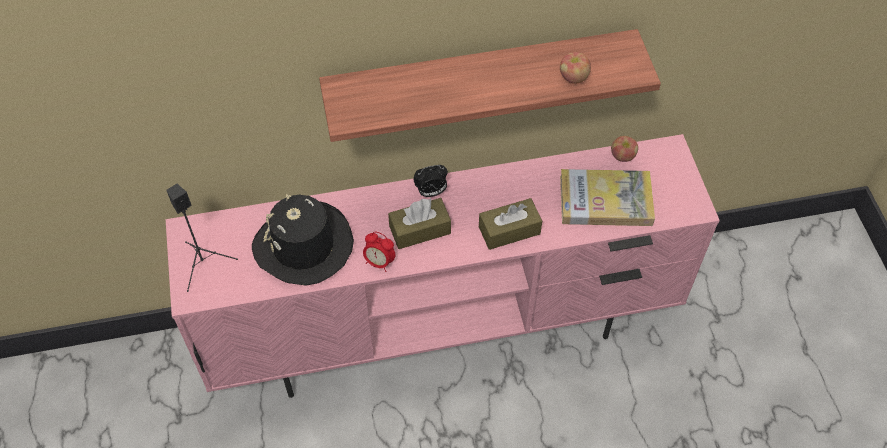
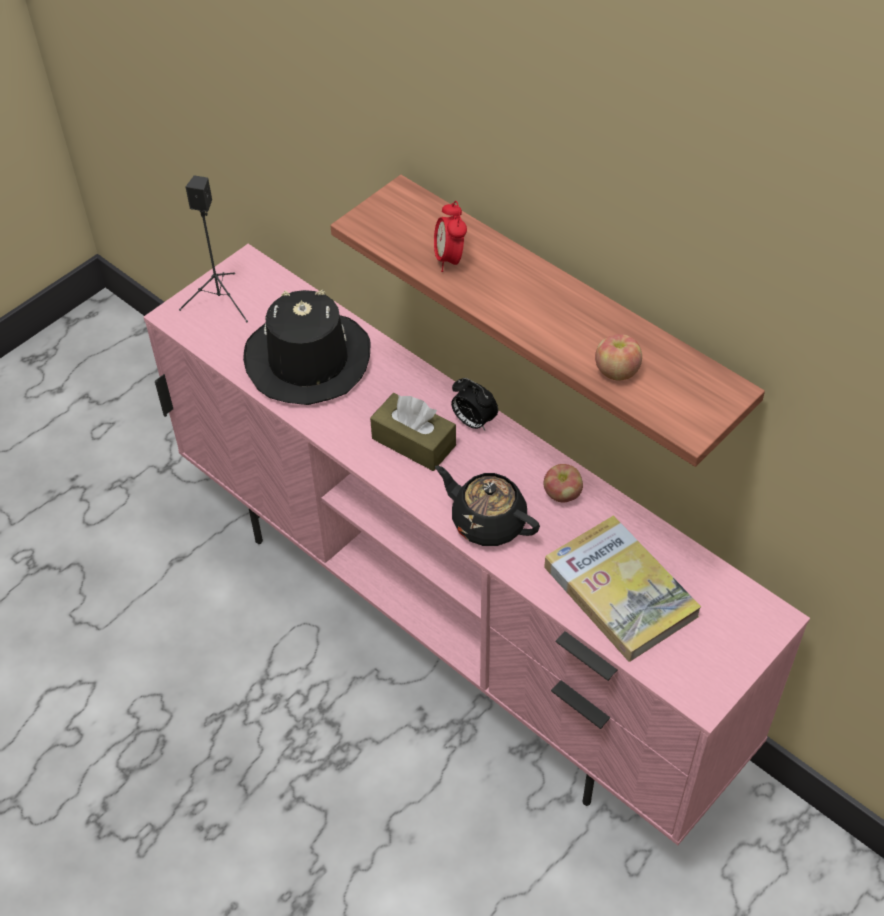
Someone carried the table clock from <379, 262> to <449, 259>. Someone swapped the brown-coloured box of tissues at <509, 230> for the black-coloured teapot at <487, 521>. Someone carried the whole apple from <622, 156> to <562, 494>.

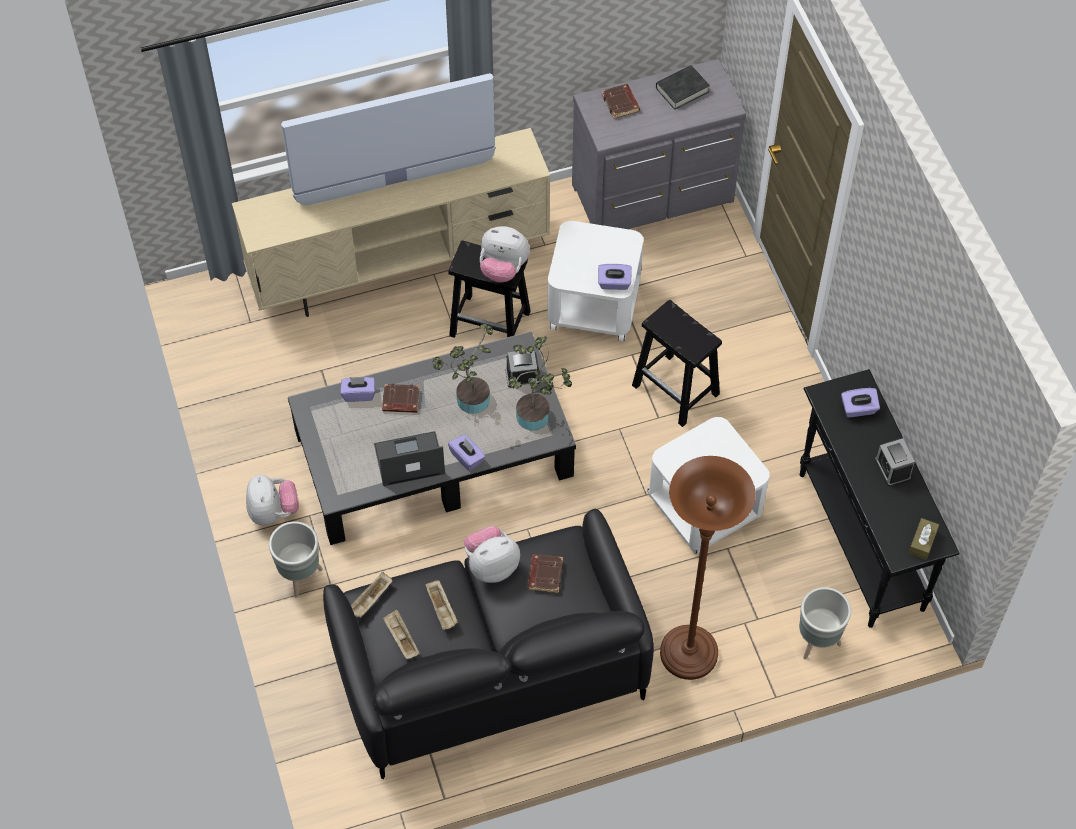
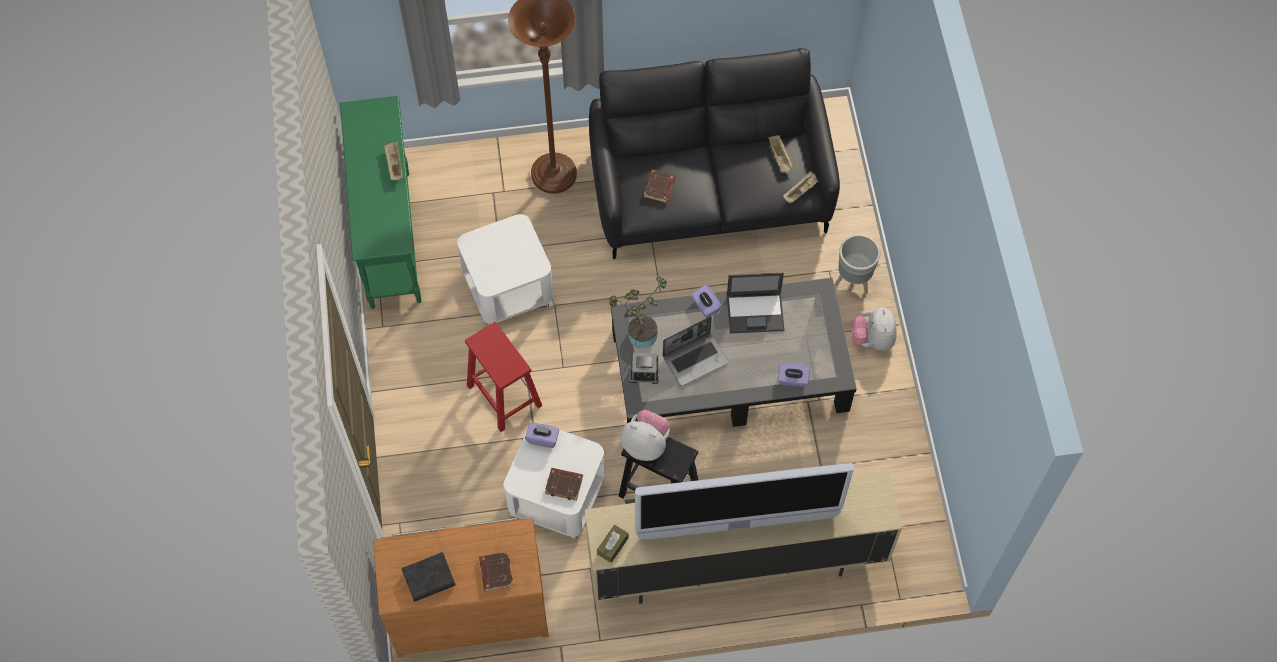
Someone repainted the black-coloured narrow table at <860, 542>, which became the green-coloured narrow table at <390, 239>. Someone repainted the grey dresser at <655, 196>, which became the brown-coloured dresser at <468, 607>. Someone carried the beige-coloured serving tray from <442, 609> to <394, 164>. Someone repainted the black-coloured stool seat at <677, 390>, which became the red-coloured stool seat at <503, 395>. Someone carried the brown-coloured bound book from <400, 401> to <564, 485>. Someone carried the brown-coloured box of tissues from <922, 542> to <612, 546>. Someone swapped the potted plant at <469, 400> for the portable computer at <695, 358>. Someone took away the soft toy at <491, 565>. Someone took away the grey plant pot at <817, 641>. Someone took away the purplish box of tissues at <858, 409>. Someone took away the table clock at <892, 469>.

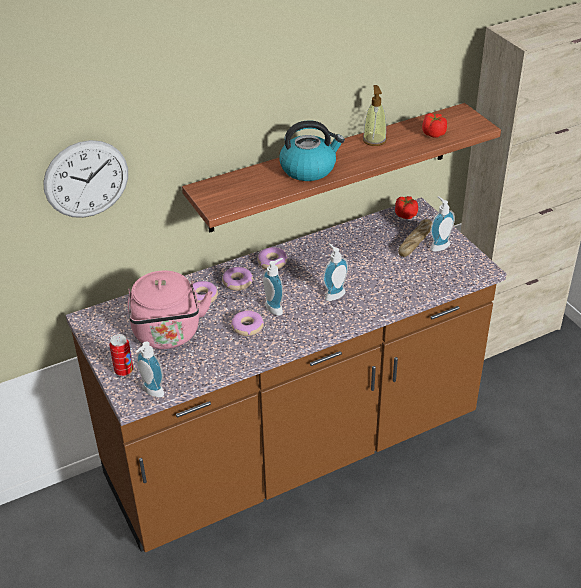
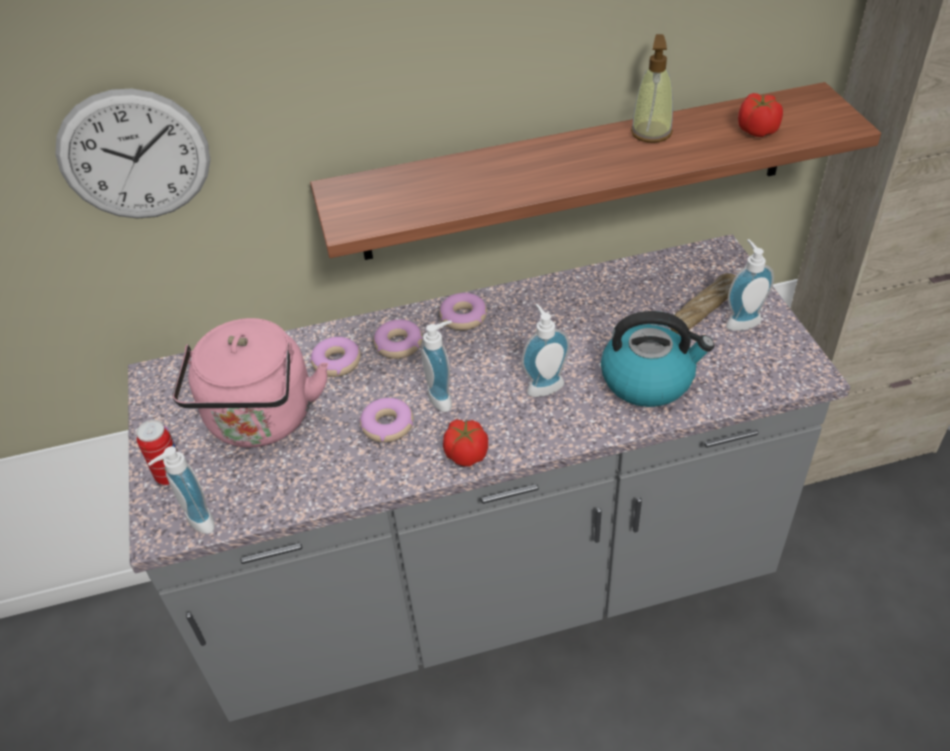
Someone repainted the brown-coloured kitchen base unit at <293, 452>, which became the grey kitchen base unit at <491, 588>. Someone carried the tomato from <405, 215> to <466, 453>. Someone carried the tea kettle from <309, 168> to <648, 380>.

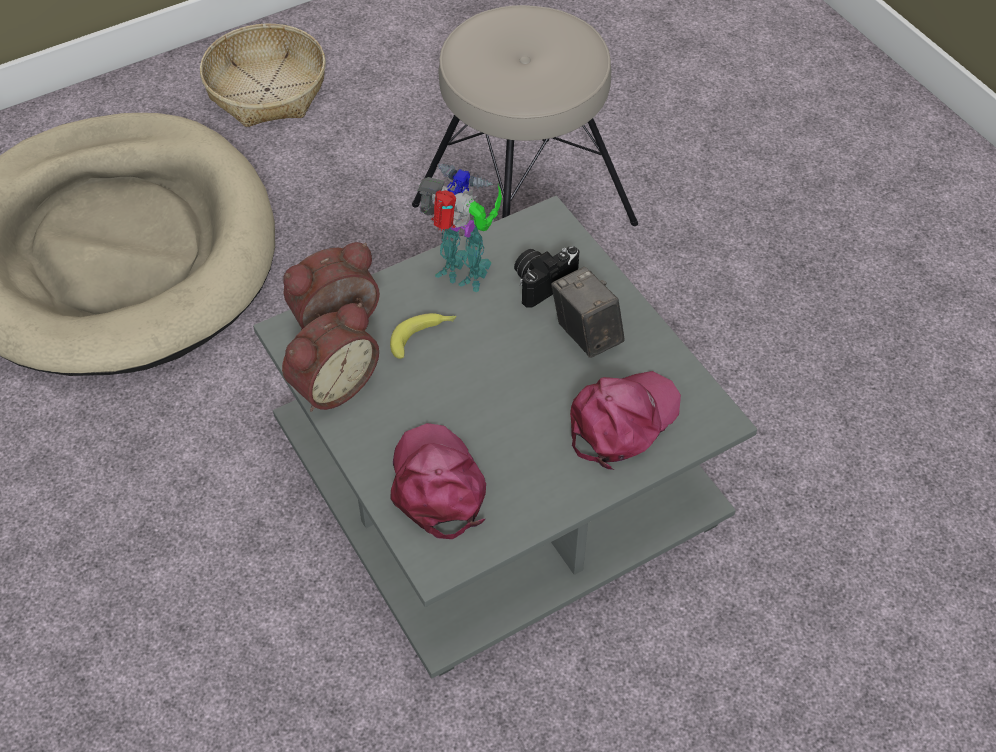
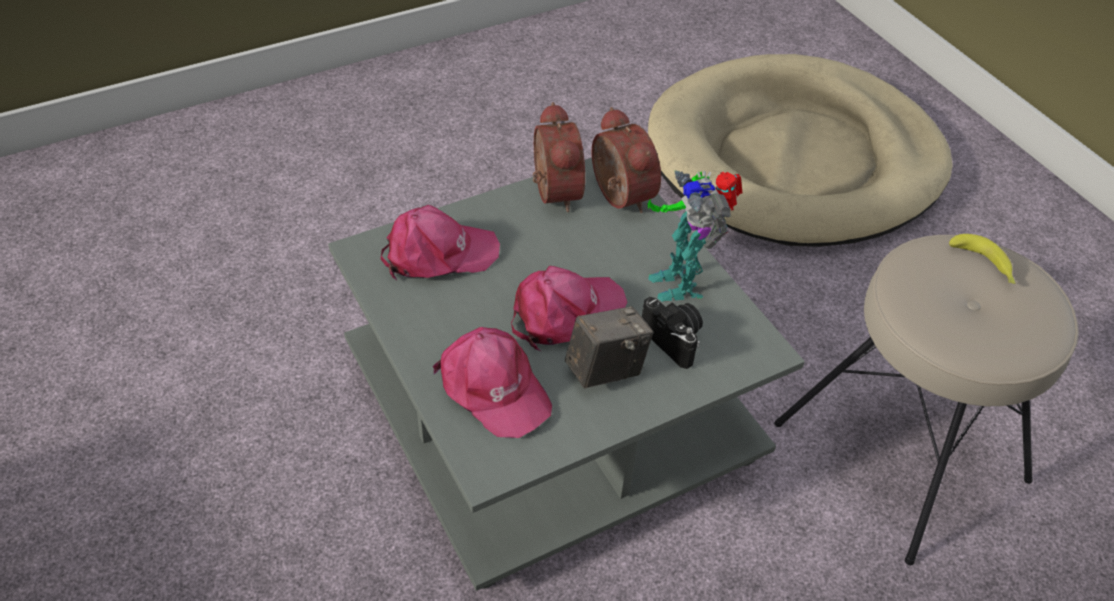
Someone put down the pinkish cap at <565, 313>. Someone rotated the table clock at <331, 384> by 150 degrees counterclockwise. Someone rotated the model robot at <464, 276> by 135 degrees clockwise. Someone carried the banana fruit from <423, 337> to <984, 265>. Someone took away the storage basket at <267, 89>.

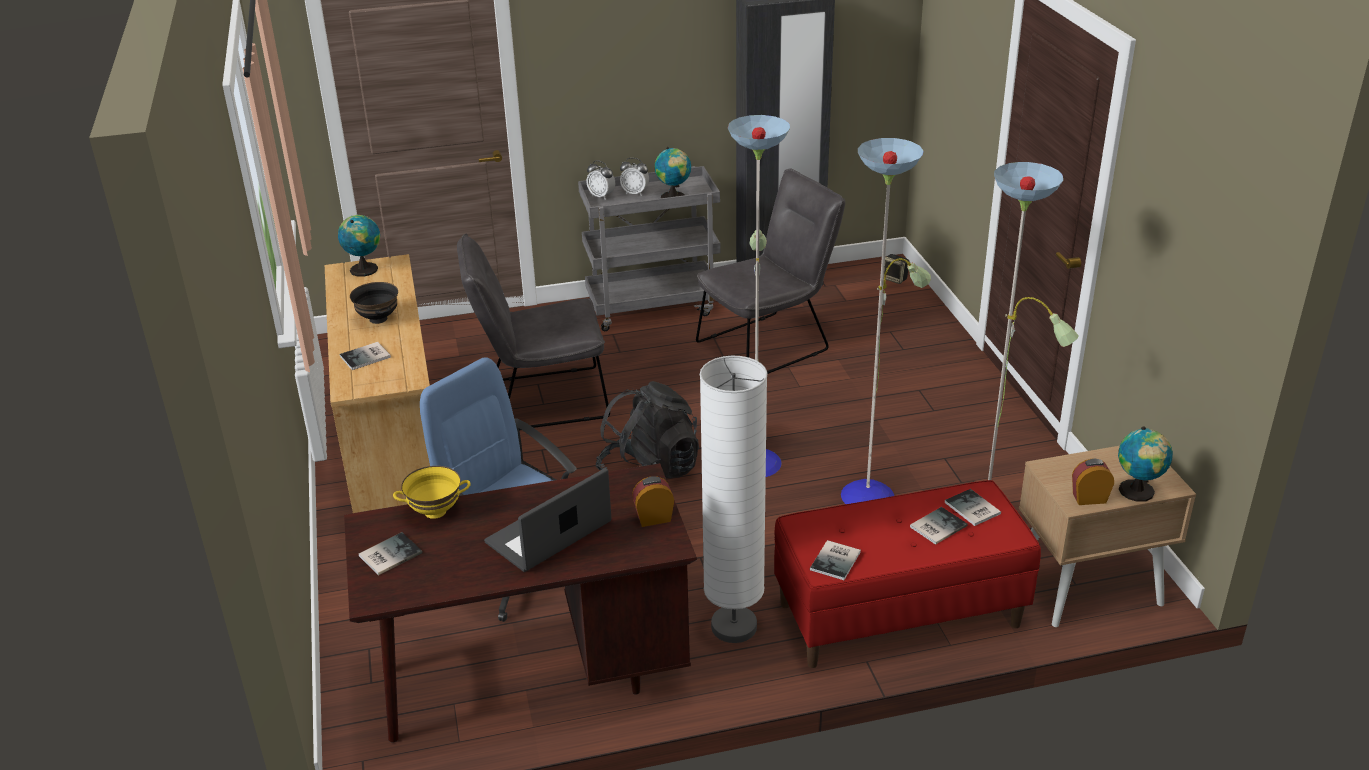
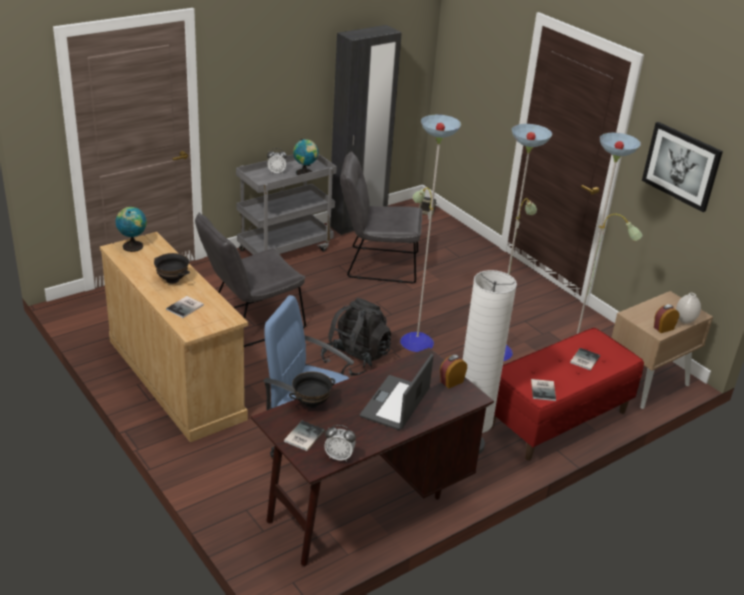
Someone repainted the yellowish bowl at <435, 512>, which became the black-coloured bowl at <311, 403>. Someone carried the table clock from <601, 196> to <339, 456>. Someone rotated the grey plain chair at <769, 344> by 120 degrees counterclockwise. Someone put up the wall picture at <681, 166>. Someone swapped the world globe at <1138, 492> for the whitish decorative vase at <685, 321>. Someone took away the bound book at <972, 509>.

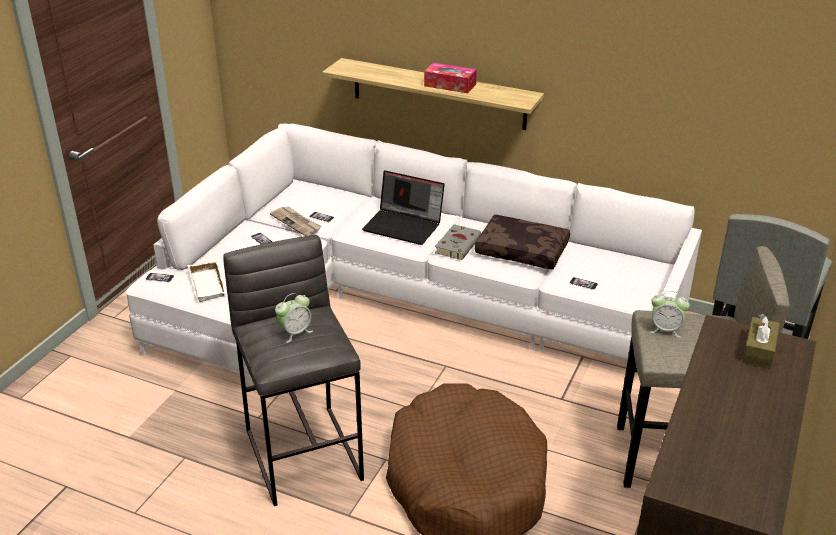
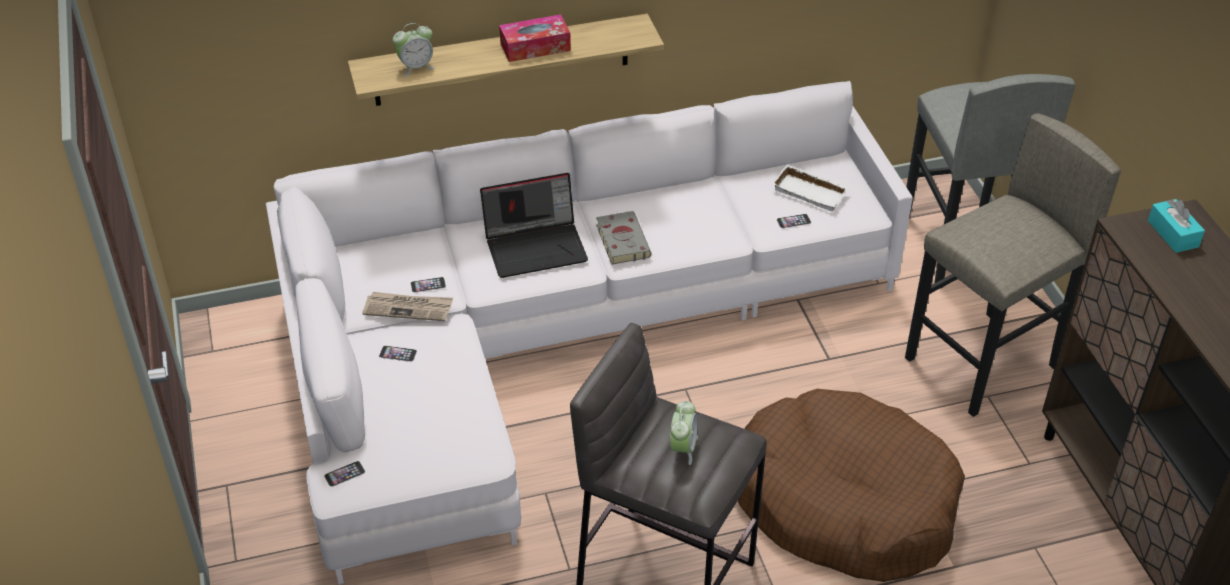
Someone carried the table clock from <665, 330> to <416, 67>. Someone carried the whitish serving tray from <210, 285> to <811, 192>. Someone repainted the brown-coloured box of tissues at <759, 351>, which became the turquoise-coloured box of tissues at <1173, 234>. Someone took away the brown-coloured pillow at <523, 250>.

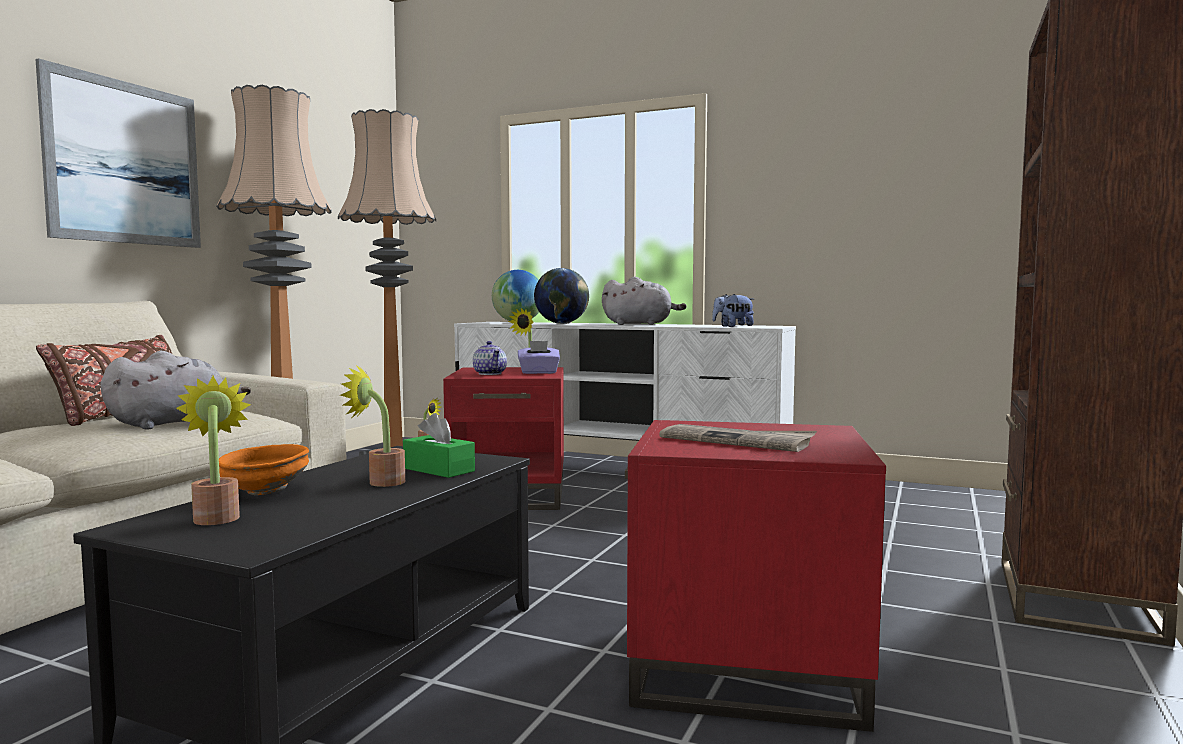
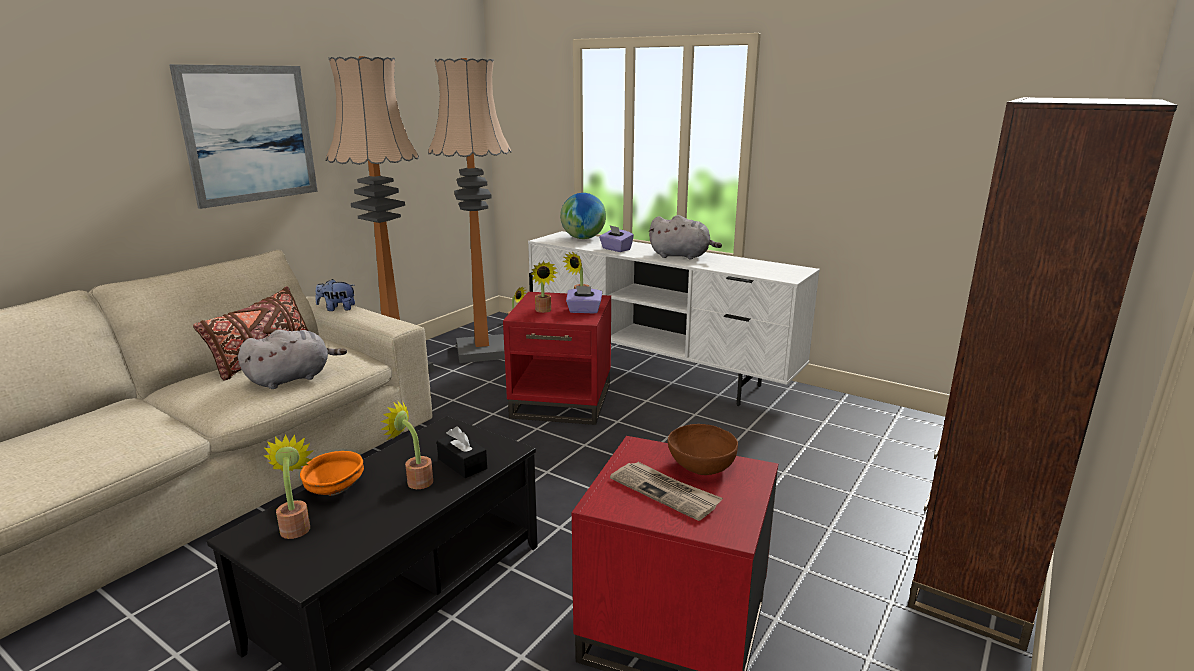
Someone carried the soft toy from <733, 326> to <337, 309>. Someone repainted the green-coloured box of tissues at <439, 470>, which became the black-coloured box of tissues at <462, 464>. Someone swapped the teapot at <490, 373> for the potted plant at <543, 311>. Someone swapped the world globe at <561, 324> for the purplish box of tissues at <616, 249>. Someone put down the brown-coloured bowl at <700, 466>.

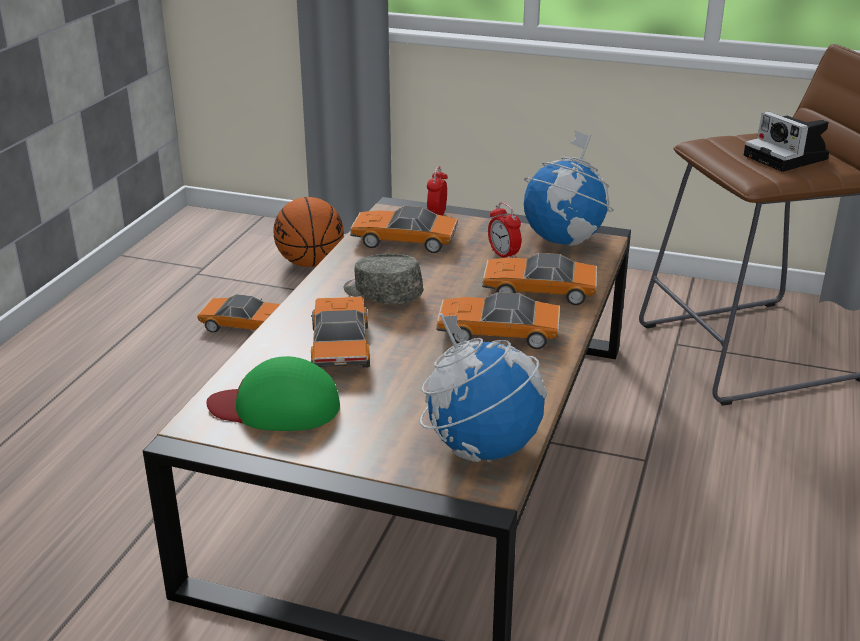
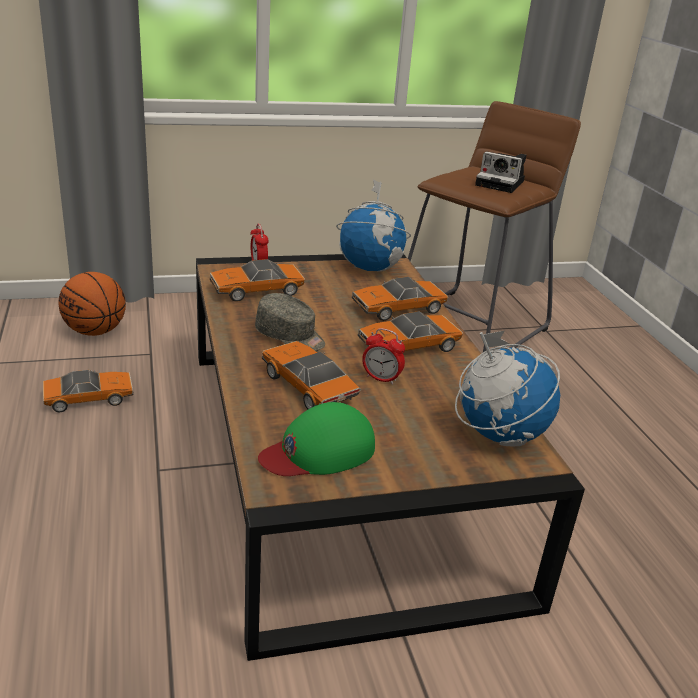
Someone rotated the grey cap at <382, 294> by 150 degrees counterclockwise. Someone carried the table clock from <503, 255> to <381, 379>.

